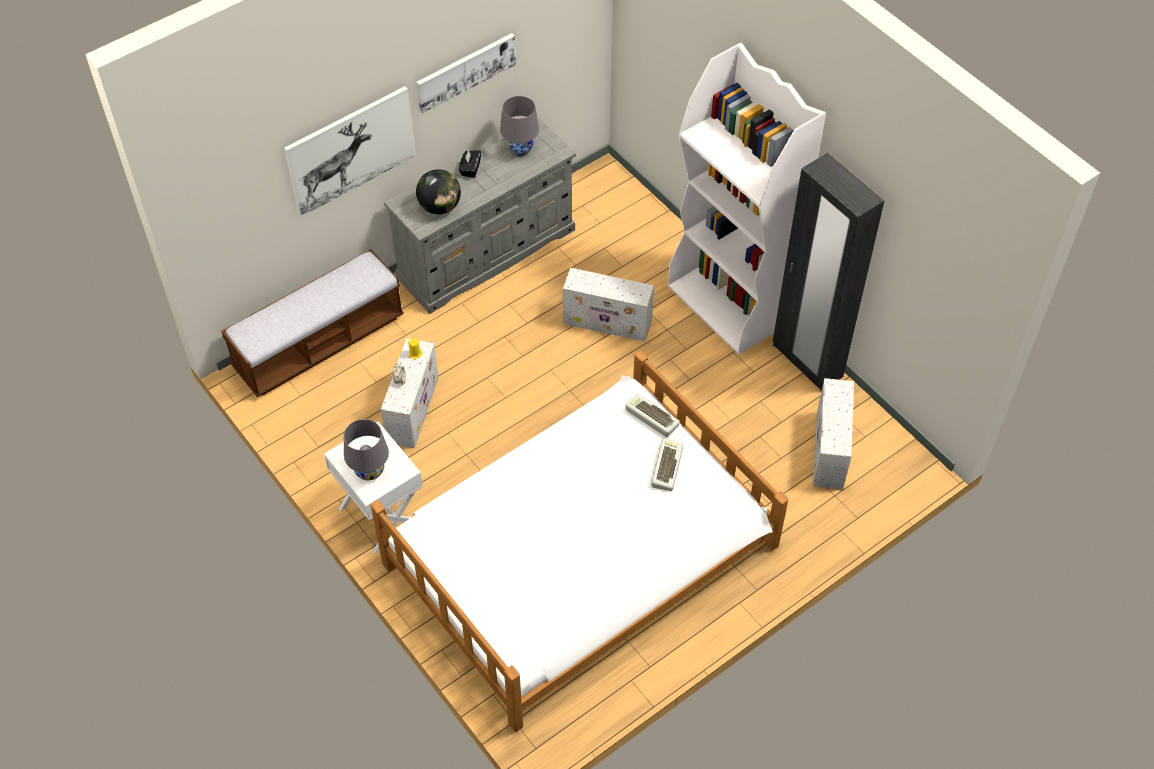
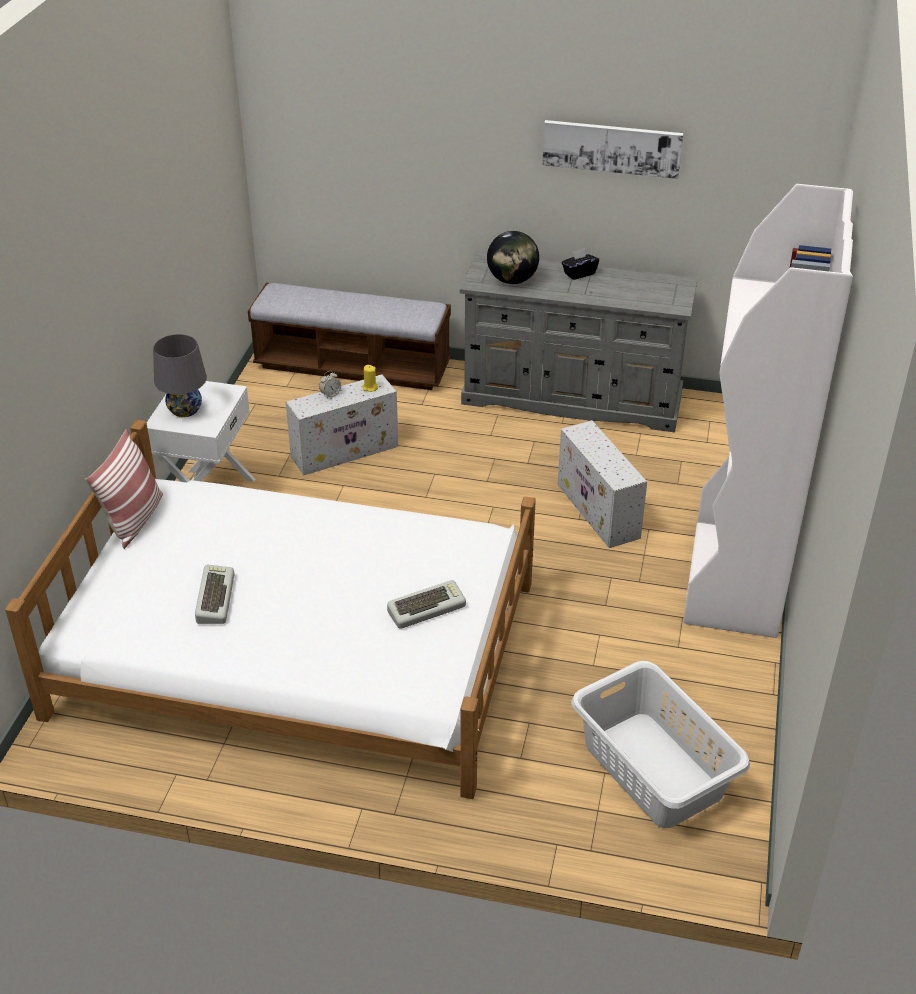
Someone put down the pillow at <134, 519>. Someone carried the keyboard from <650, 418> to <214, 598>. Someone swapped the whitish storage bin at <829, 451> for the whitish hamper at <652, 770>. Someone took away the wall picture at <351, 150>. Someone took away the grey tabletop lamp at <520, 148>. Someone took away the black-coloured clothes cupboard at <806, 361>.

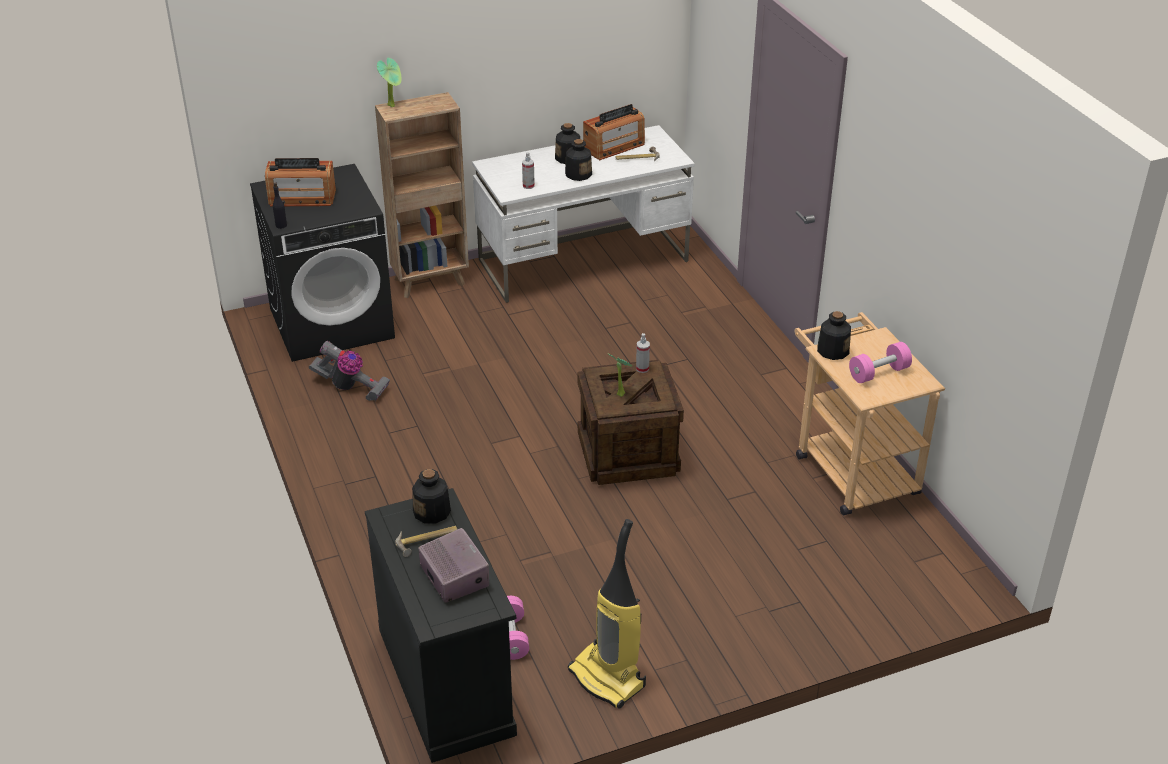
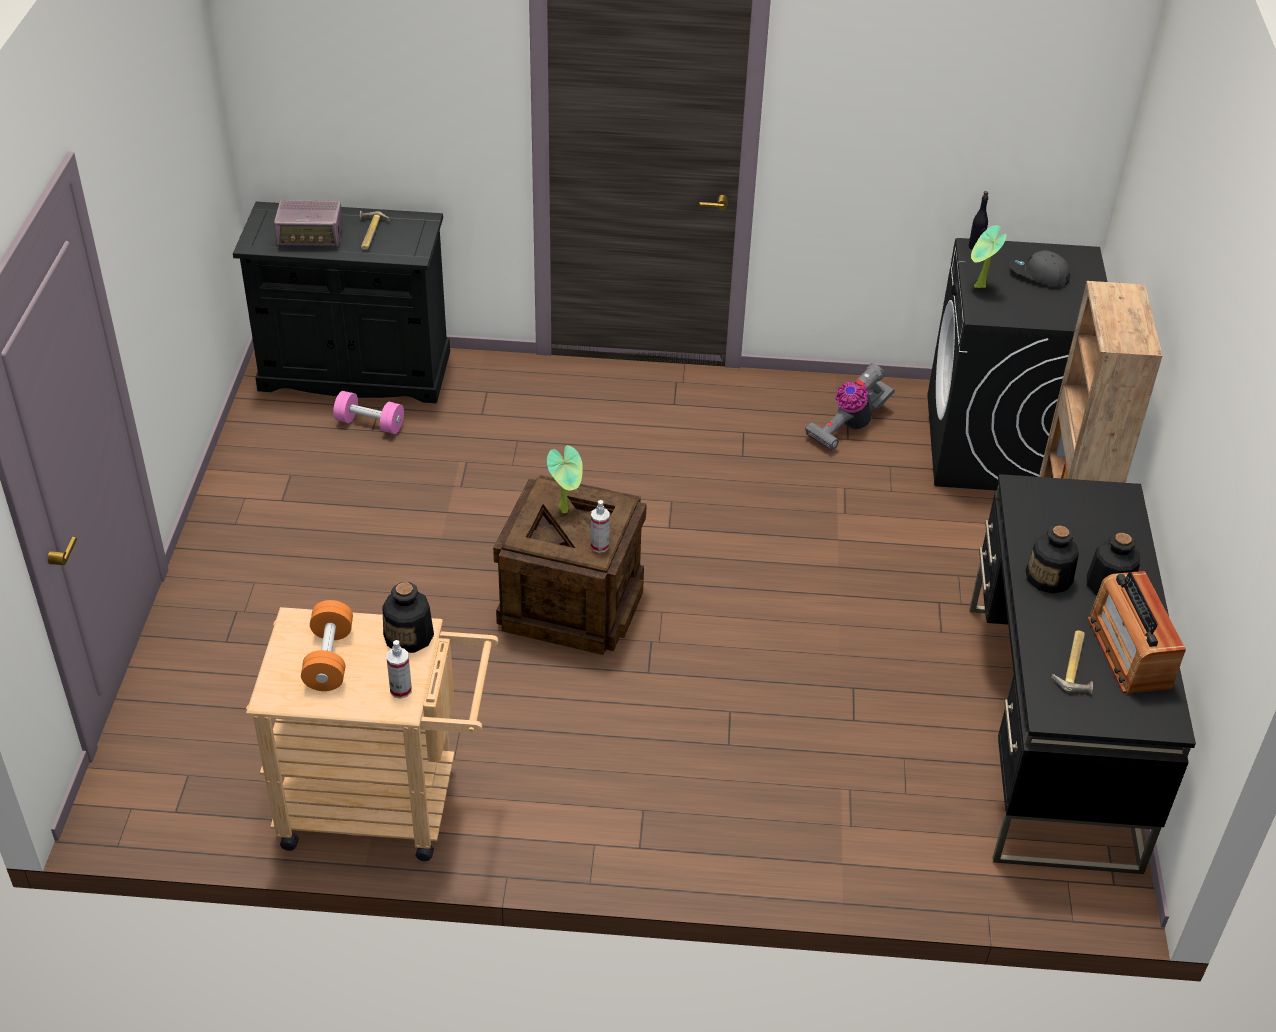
Someone repainted the pinkish dumbbell at <879, 373>, which became the orange-coloured dumbbell at <329, 659>. Someone carried the hand sprayer from <528, 186> to <401, 690>. Someone repainted the whitish desk at <584, 260>, which became the black-coloured desk at <1050, 733>. Someone carried the potted plant from <393, 105> to <979, 288>. Someone swapped the radio set at <302, 198> for the grey cap at <1038, 274>. Someone took away the beverage bottle at <432, 512>. Someone took away the hoover at <608, 678>.

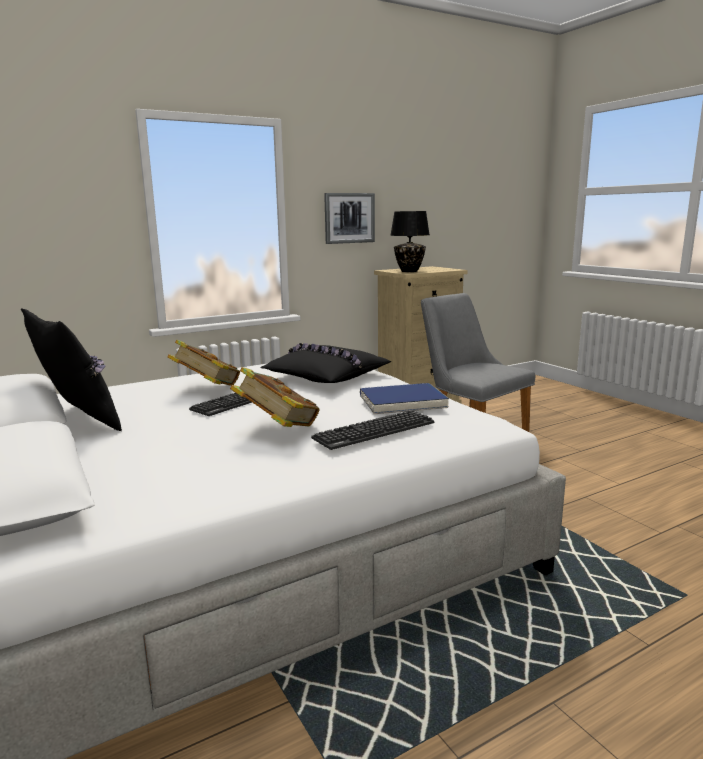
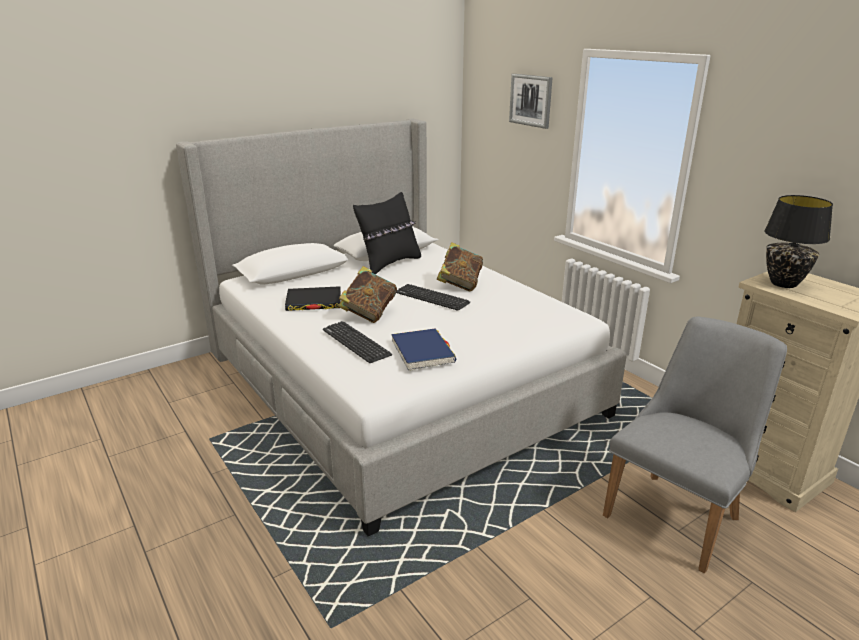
Someone put down the black-coloured bound book at <314, 302>. Someone carried the wall picture from <349, 218> to <531, 100>. Someone took away the black-coloured pillow at <325, 376>.

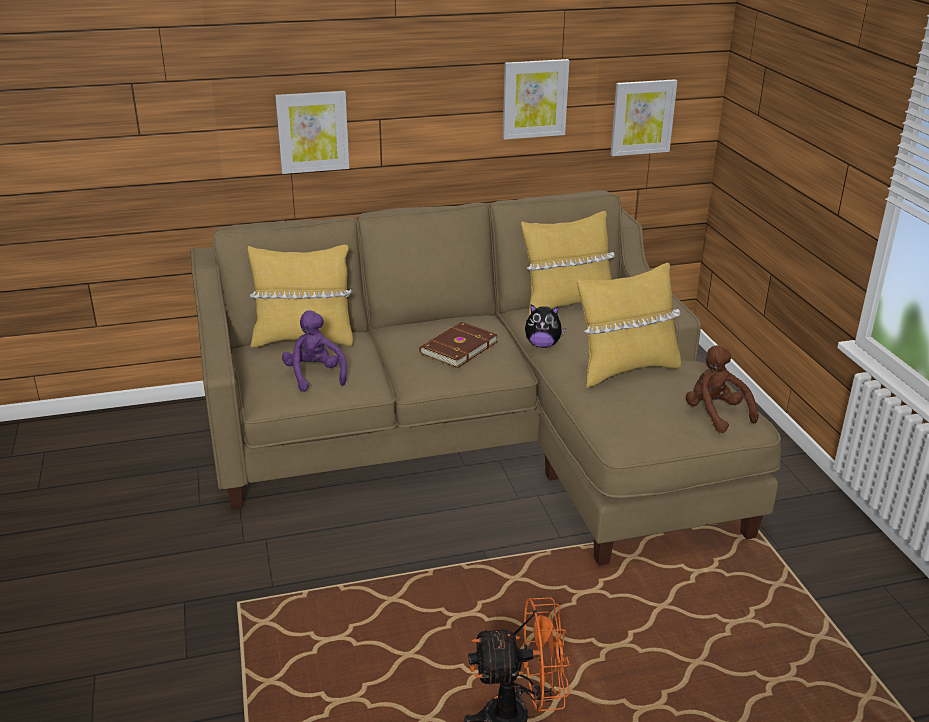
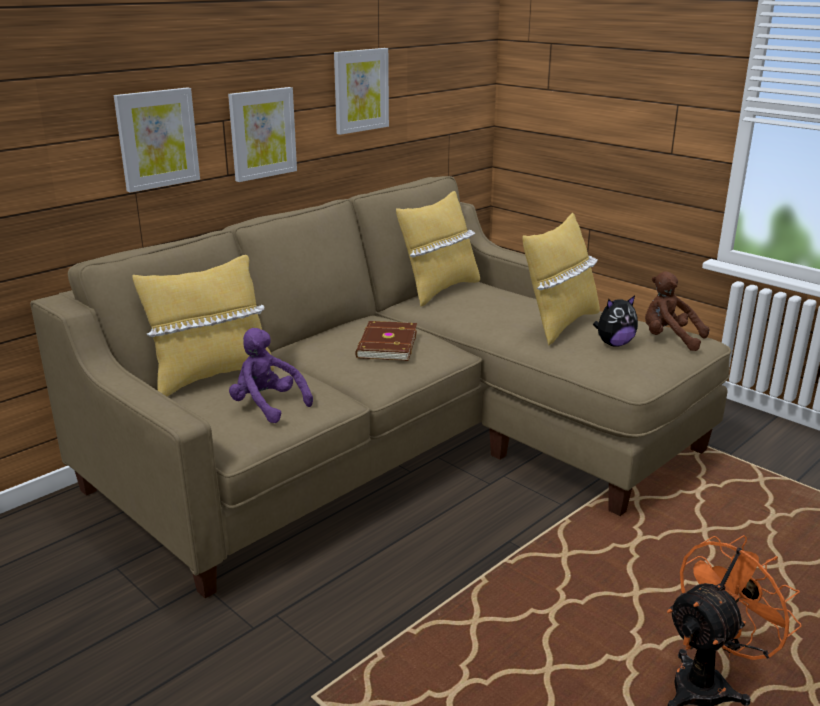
Someone carried the wall picture from <642, 117> to <262, 133>. Someone carried the soft toy from <542, 345> to <614, 344>.

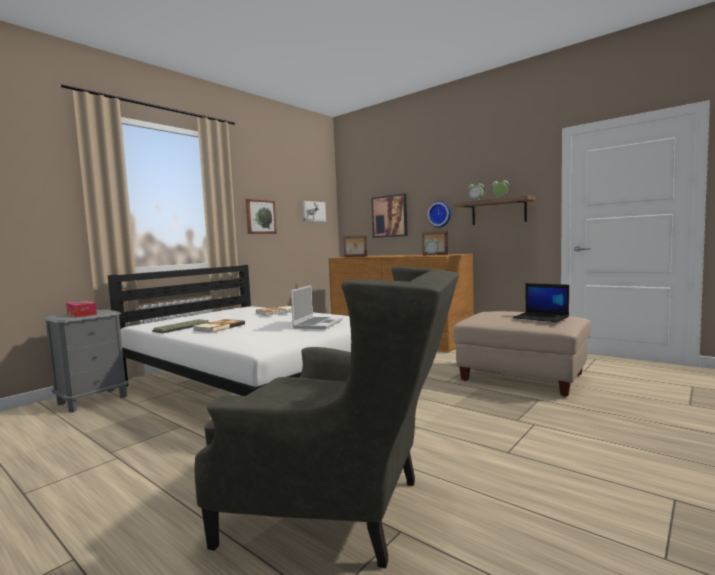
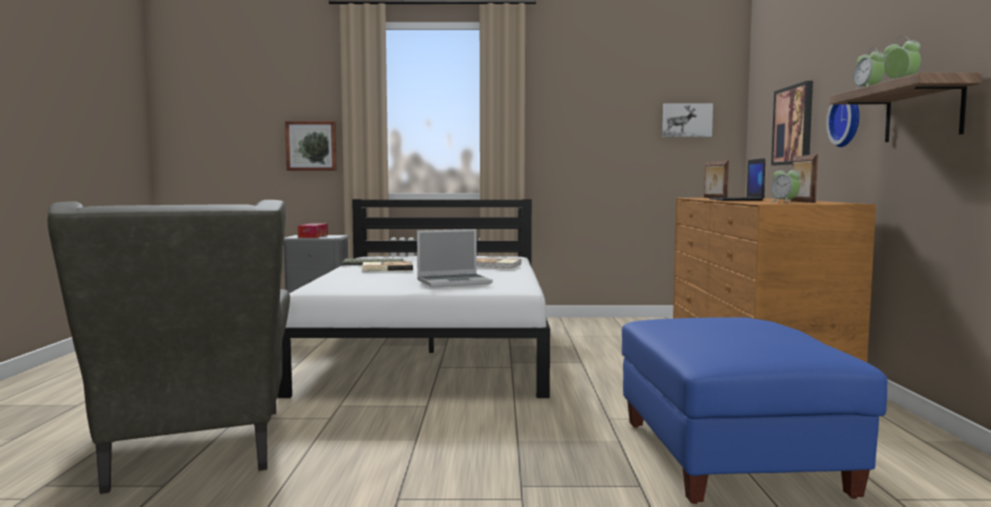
Someone carried the wall picture from <260, 216> to <311, 146>. Someone repainted the beige-coloured footrest at <522, 377>, which became the blue-coloured footrest at <731, 457>. Someone carried the portable computer from <541, 317> to <736, 200>.

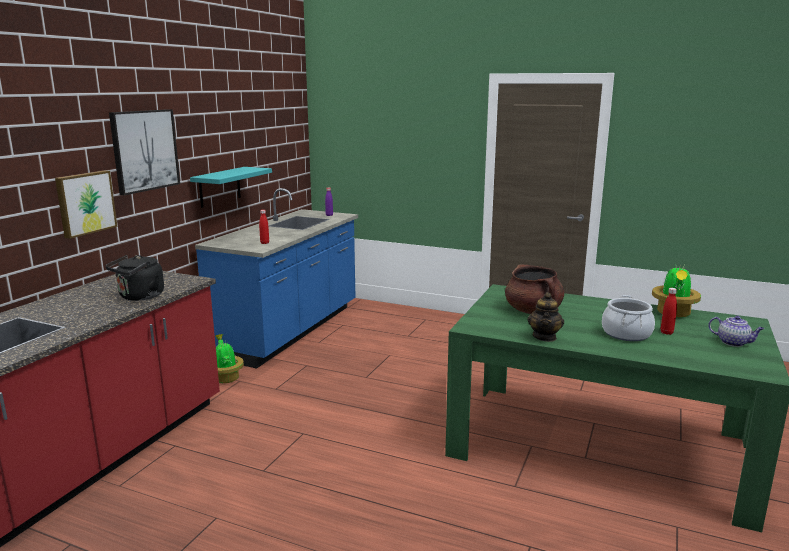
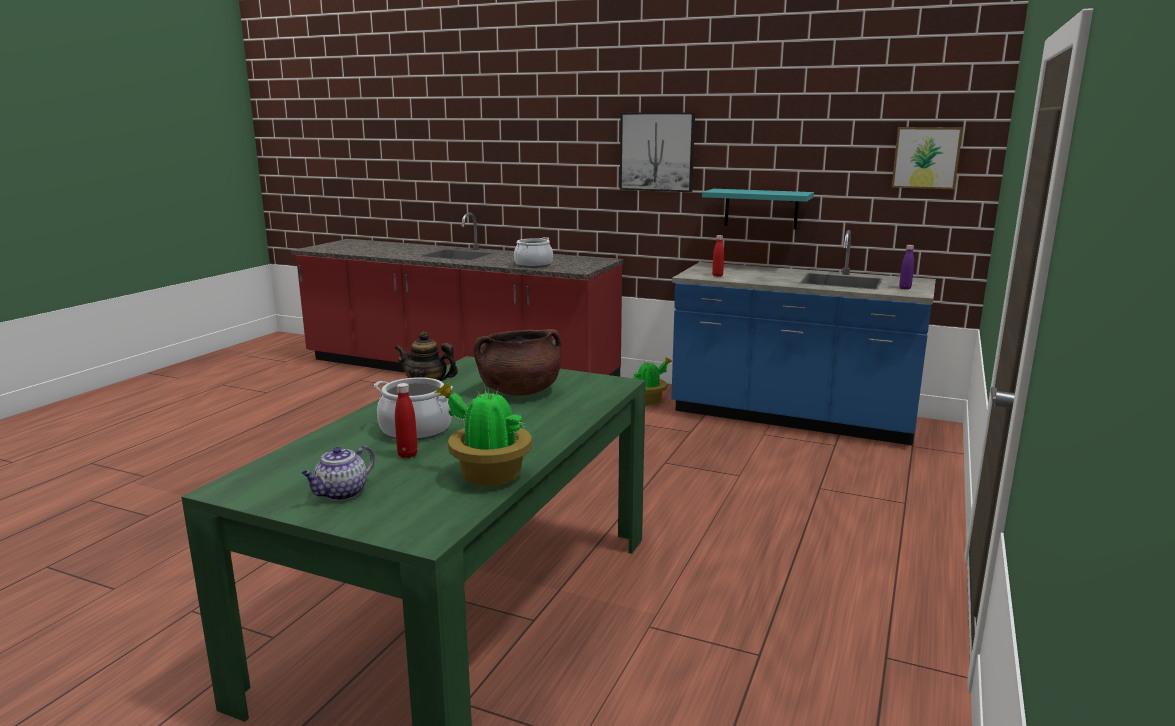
Someone swapped the black-coloured tea kettle at <139, 297> for the cooking pot at <533, 265>. Someone carried the wall picture from <85, 203> to <926, 157>.

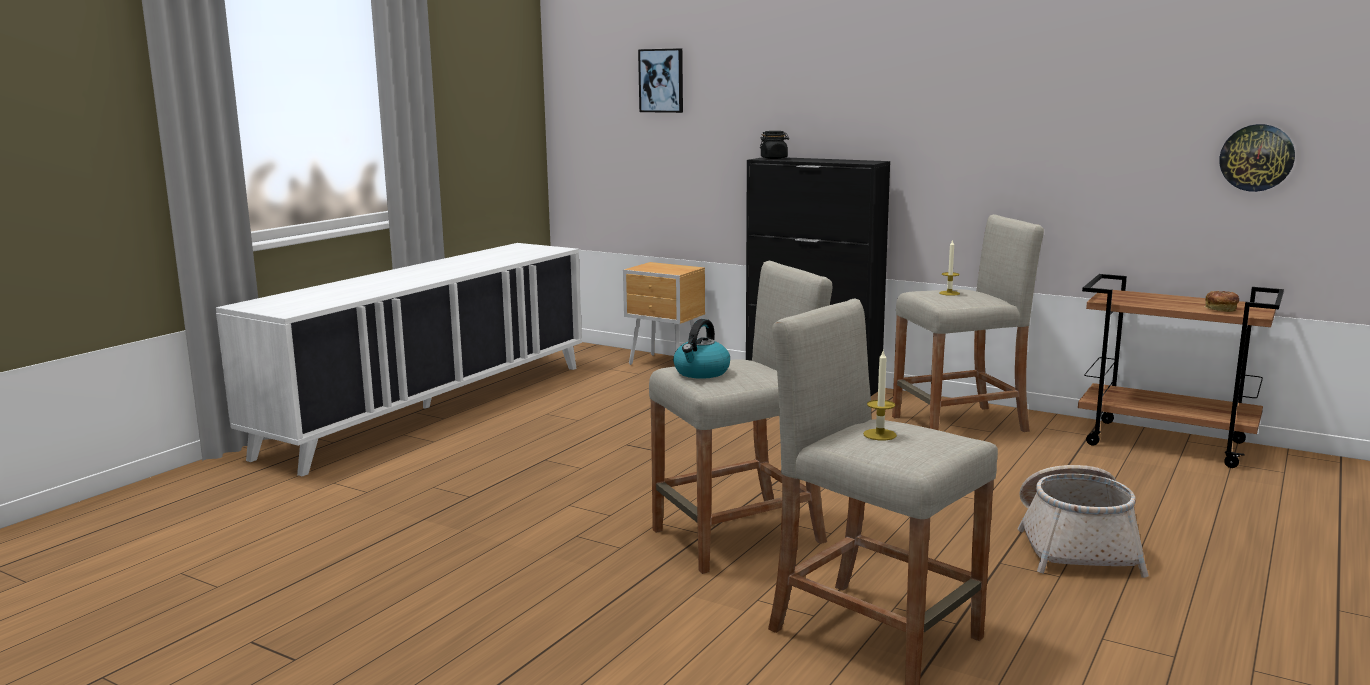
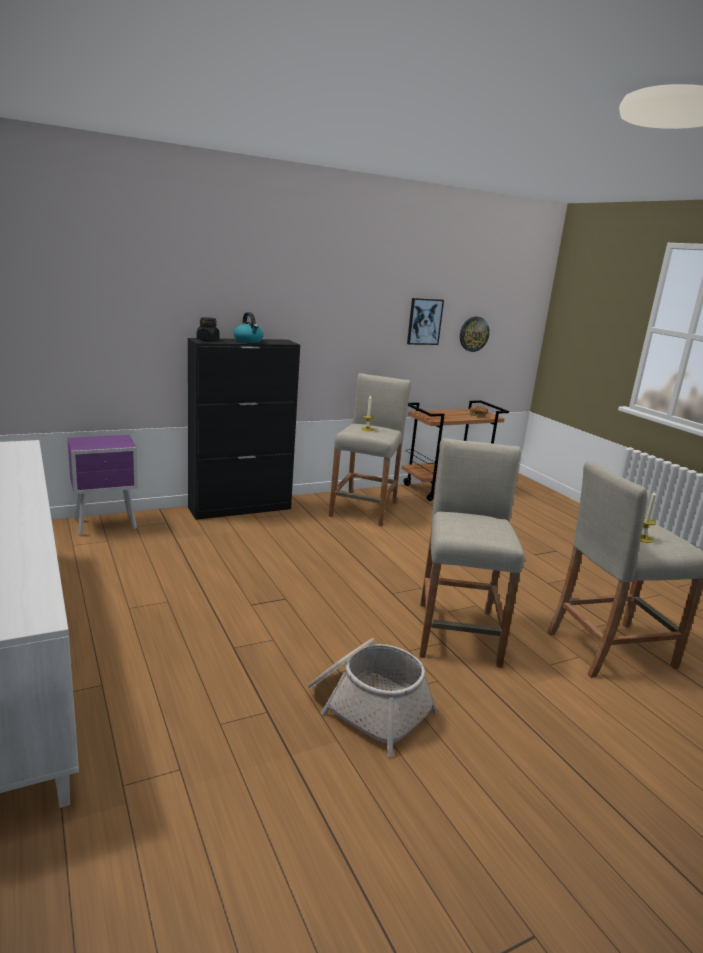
Someone repainted the brown-coloured bedside table at <666, 364>, which became the purplish bedside table at <107, 525>. Someone carried the tea kettle from <701, 372> to <248, 341>. Someone carried the storage basket from <1075, 545> to <367, 706>. Someone carried the wall picture from <661, 80> to <424, 321>.

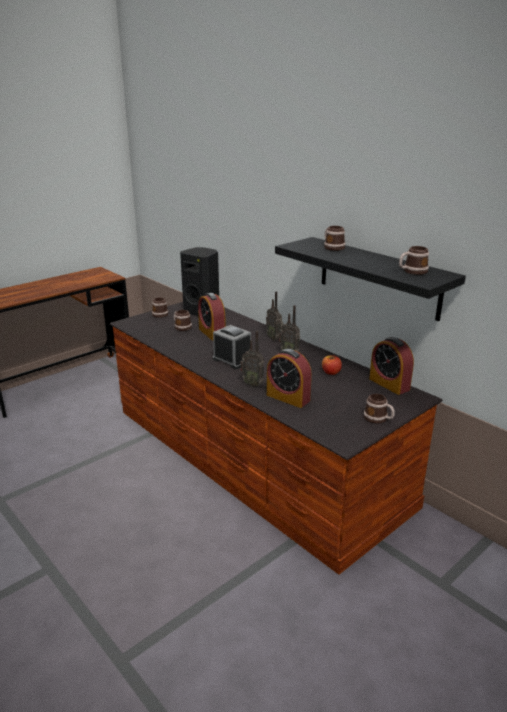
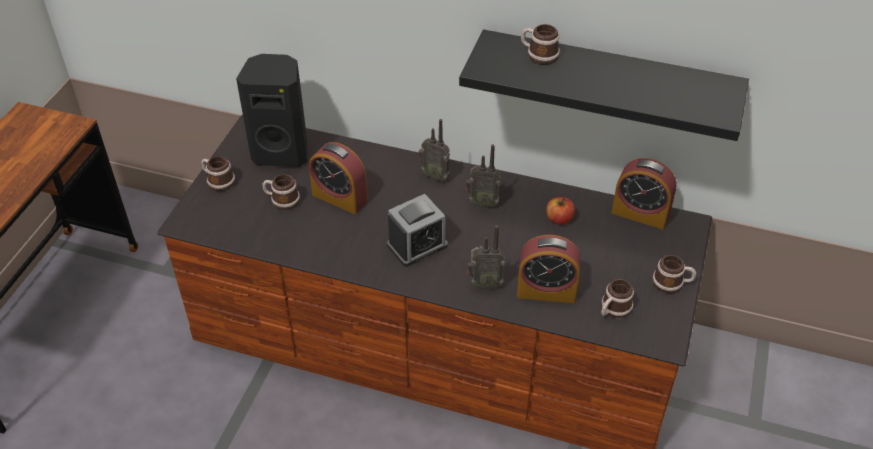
Someone rotated the table clock at <232, 360> by 135 degrees clockwise. Someone carried the tea mug from <412, 271> to <613, 310>.

